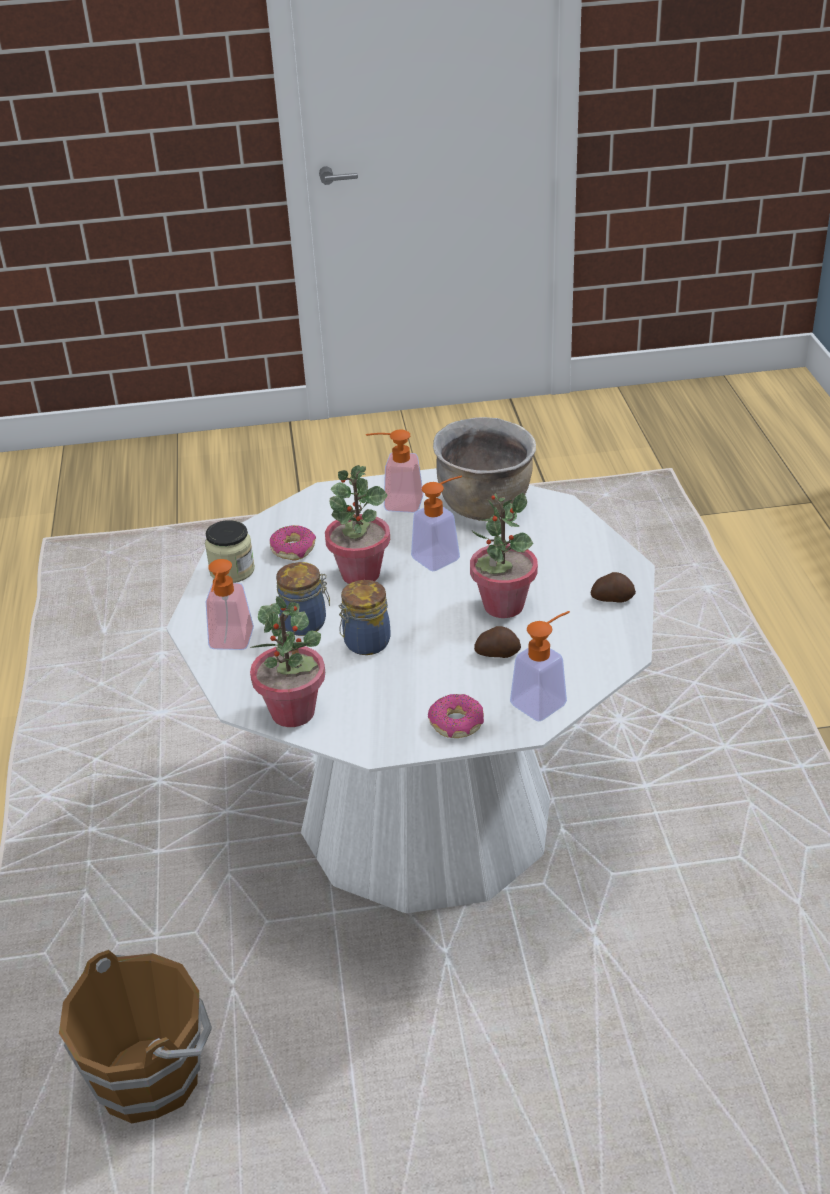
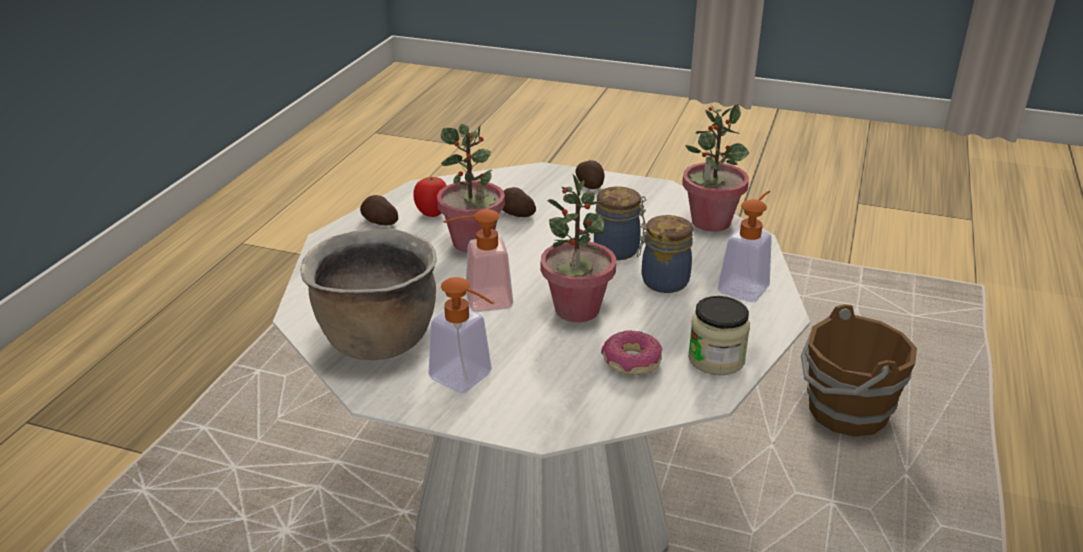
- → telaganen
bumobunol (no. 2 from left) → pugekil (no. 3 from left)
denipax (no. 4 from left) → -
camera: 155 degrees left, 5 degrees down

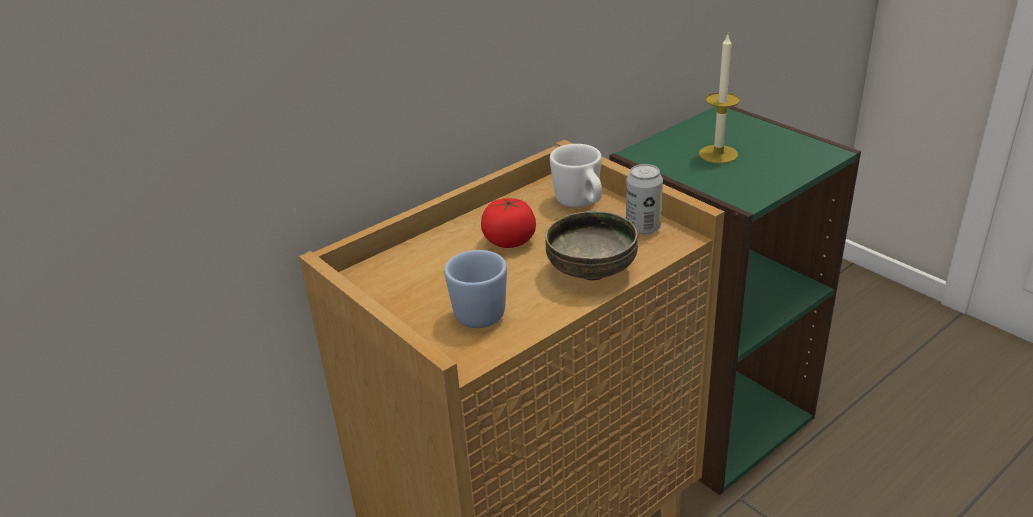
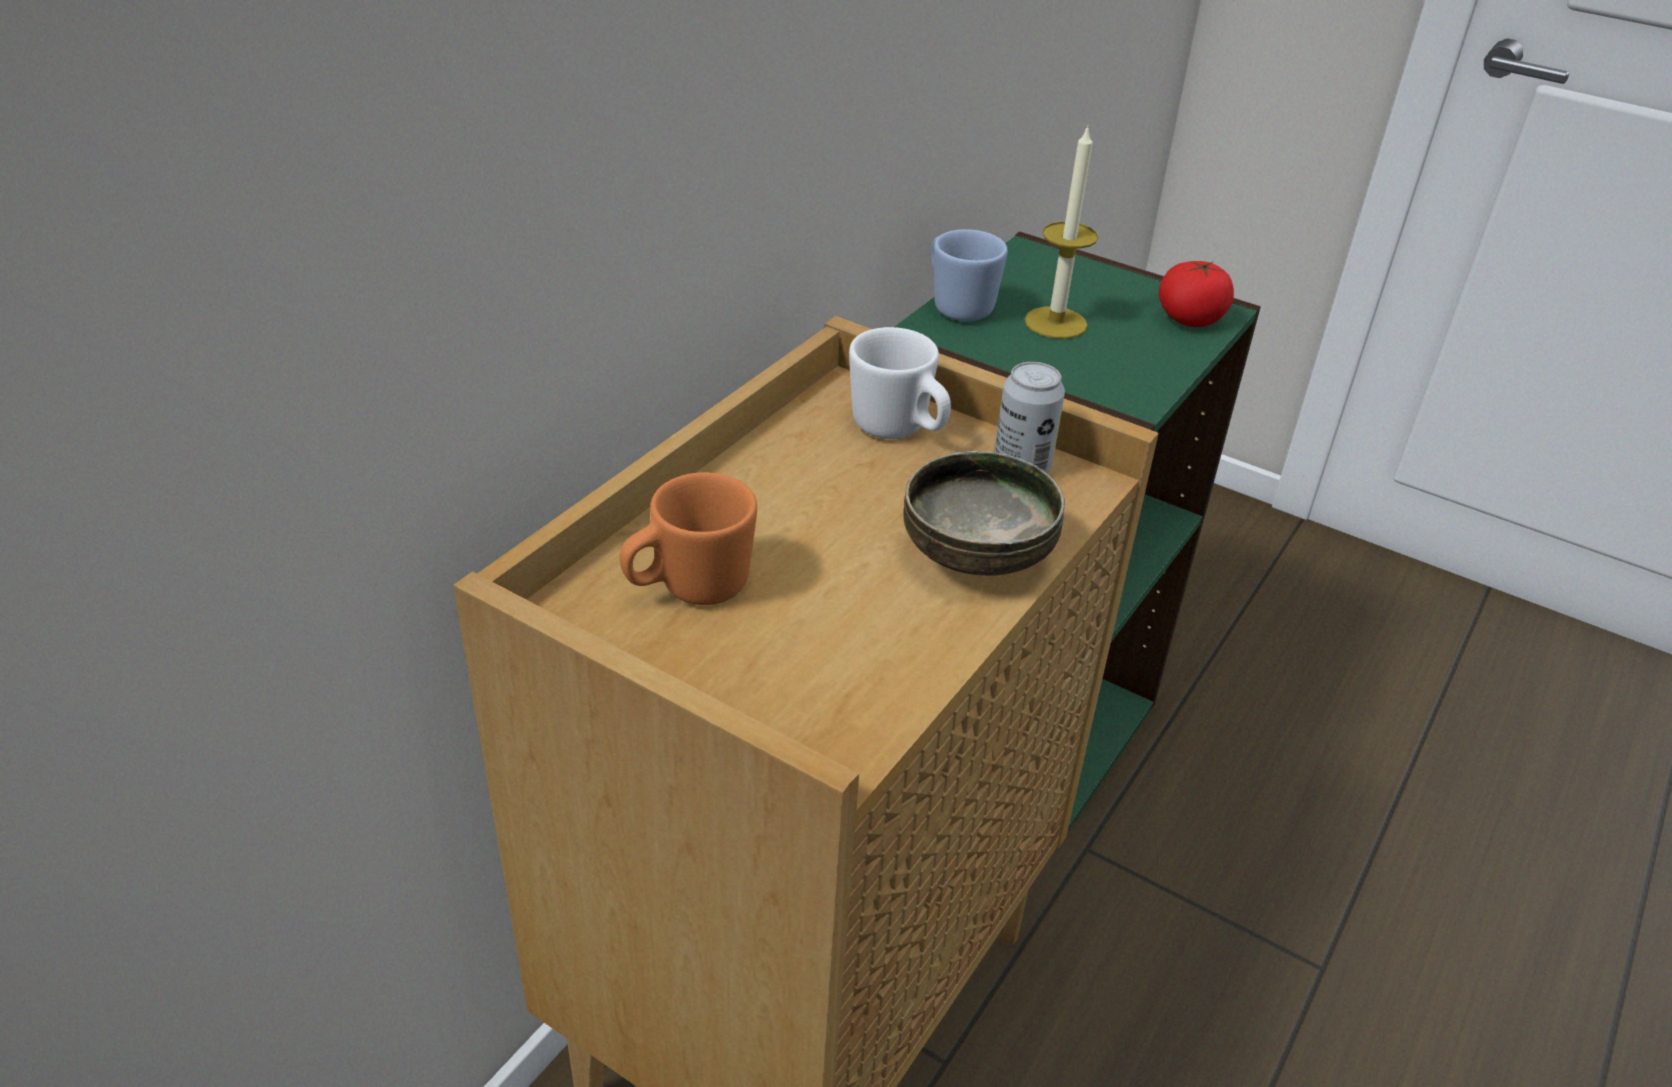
- → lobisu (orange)
lobisu (blue), relocated
telaganen, relocated
camera: 20 degrees left, 5 degrees up

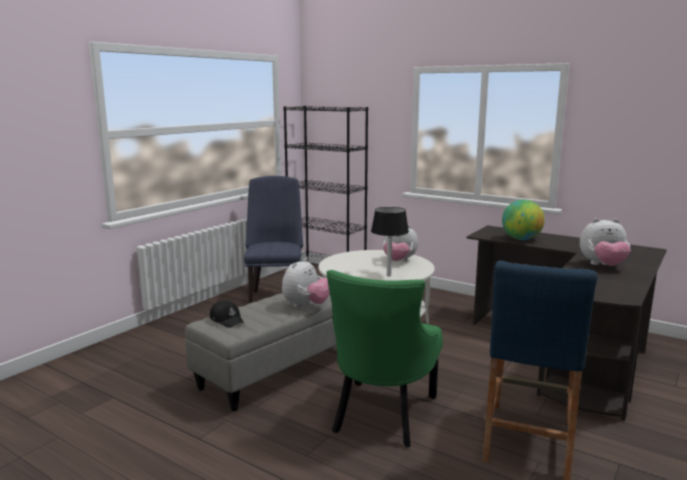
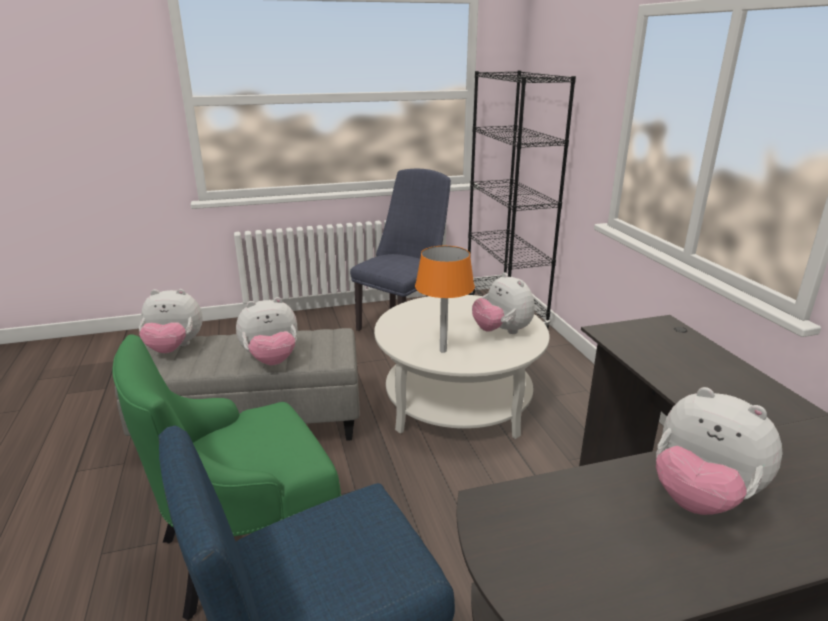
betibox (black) → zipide (no. 1 from left)
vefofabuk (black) → vefofabuk (orange)
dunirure → -
camera: 40 degrees right, 10 degrees up

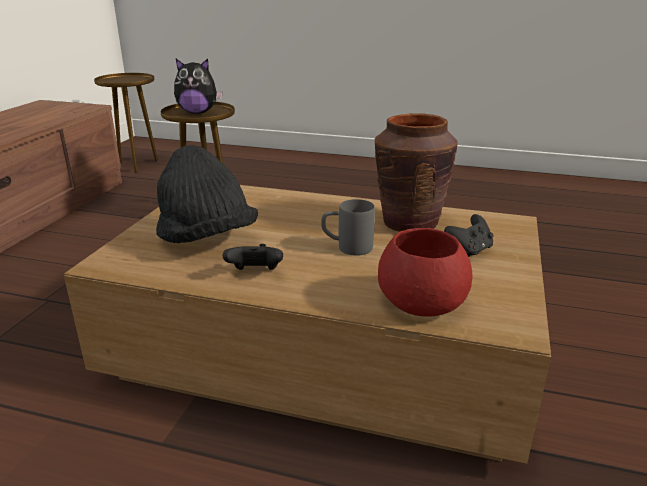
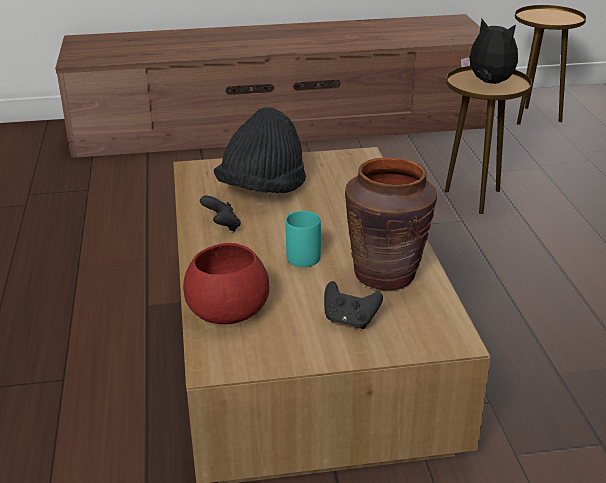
lobisu (grey) → lobisu (turquoise)
zipide, 150 degrees clockwise
camera: 65 degrees right, 5 degrees up

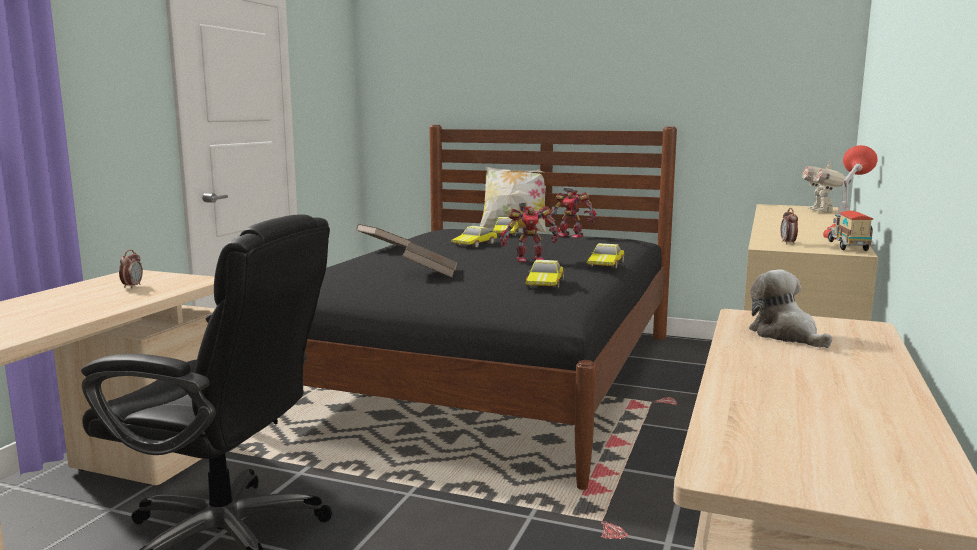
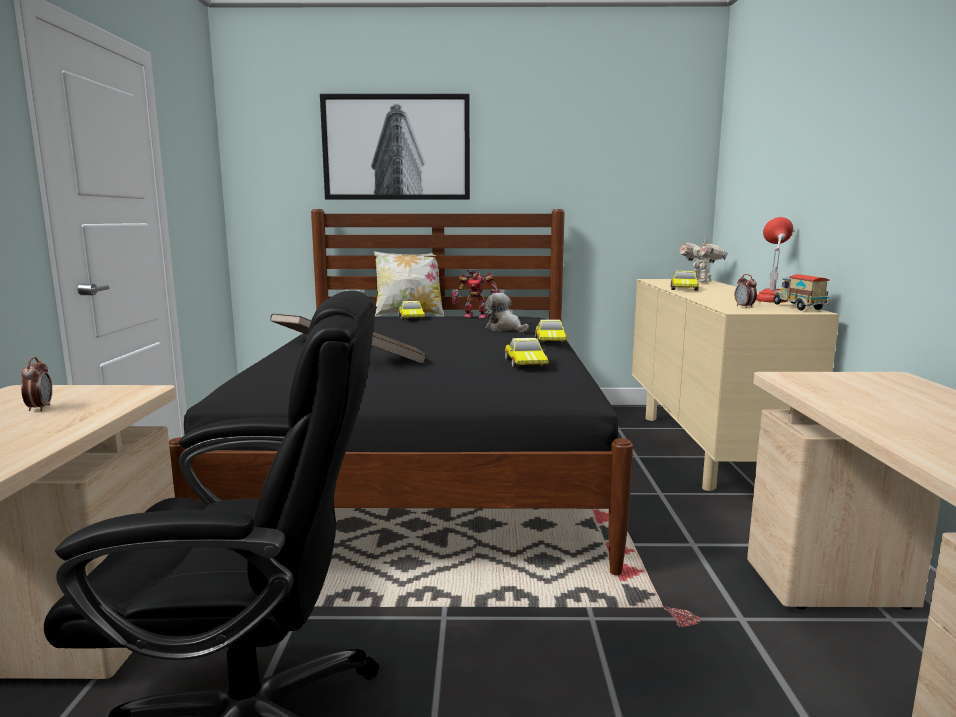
- → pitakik
zipide, relocated
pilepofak (no. 1 from left in the first image) → pilepofak (no. 4 from left), relocated
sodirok (no. 1 from left) → -
camera: 20 degrees left, 0 degrees up

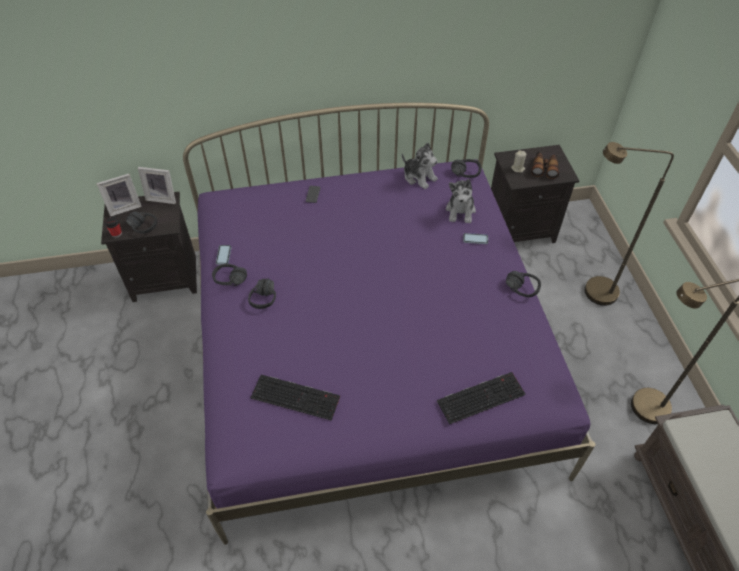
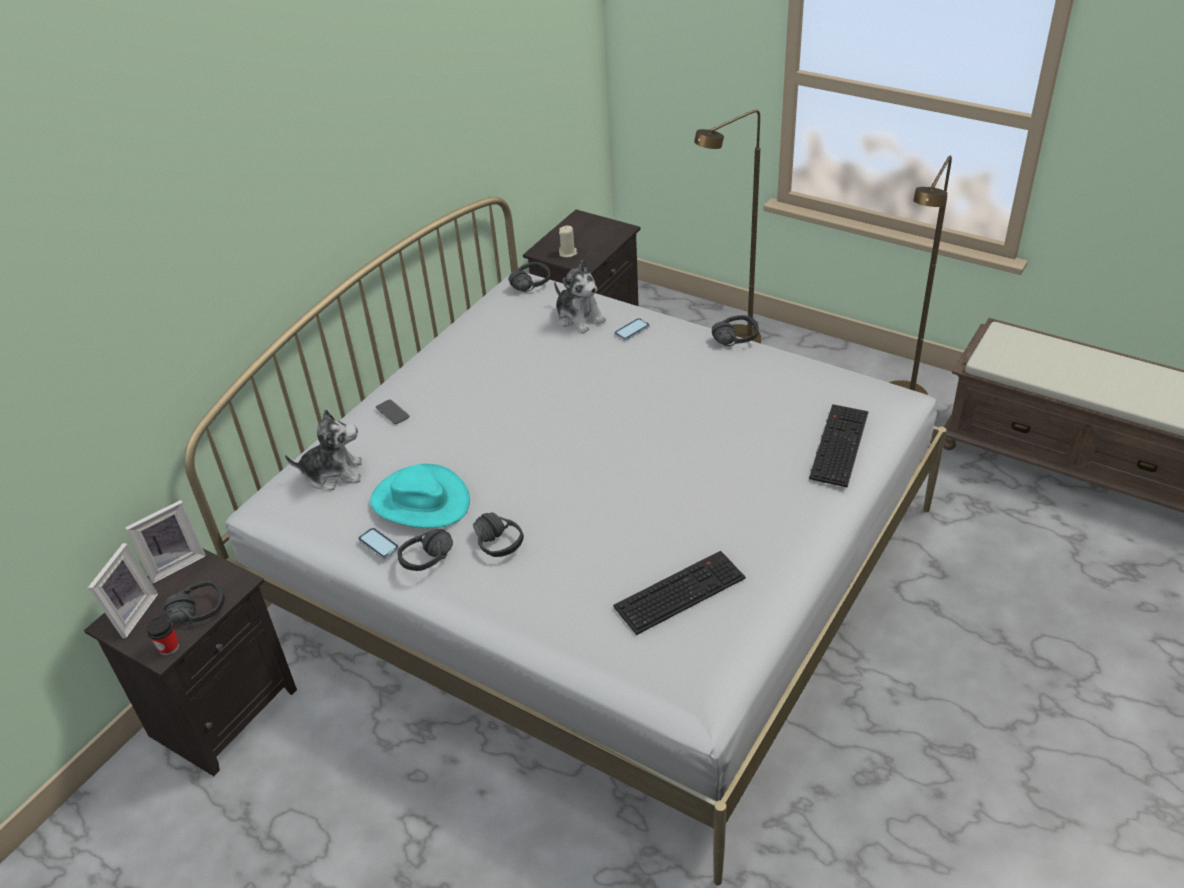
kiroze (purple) → kiroze (white)
zipide (no. 1 from left), relocated
- → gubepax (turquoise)
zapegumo → -
camera: 45 degrees left, 10 degrees down

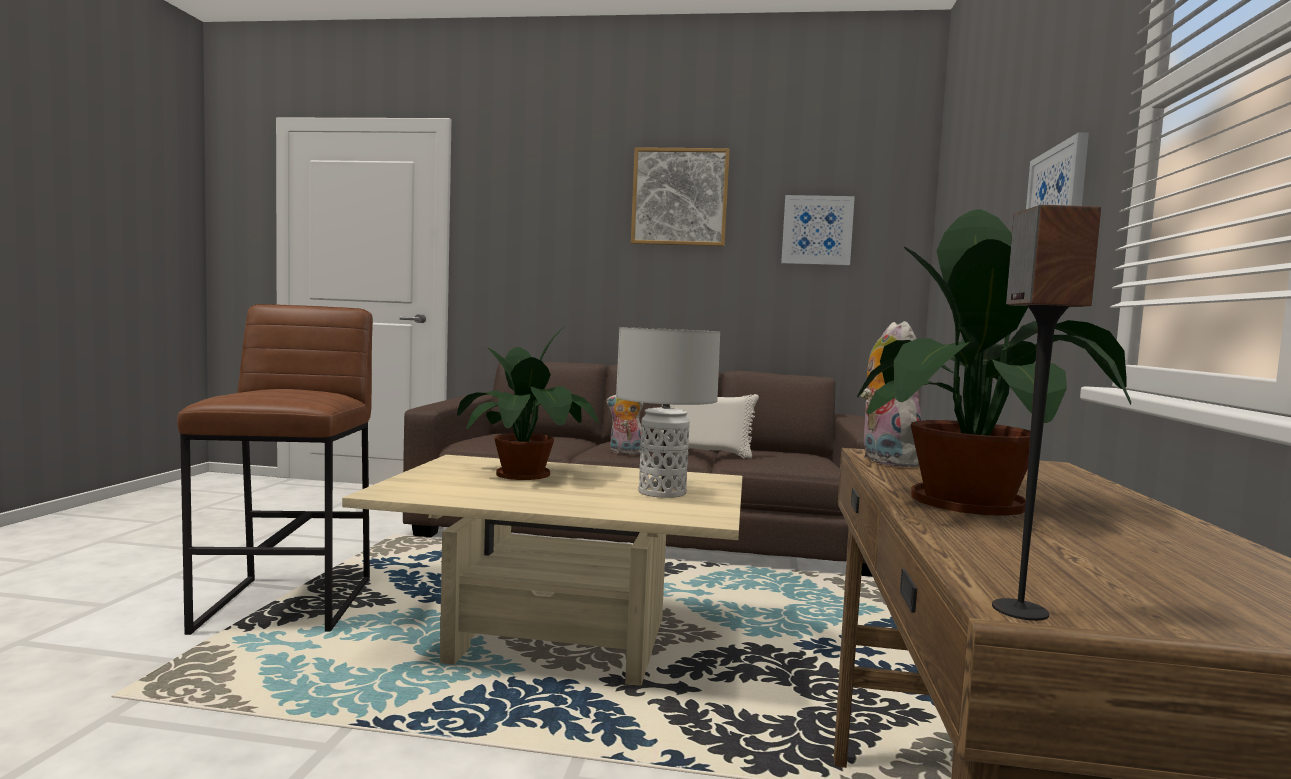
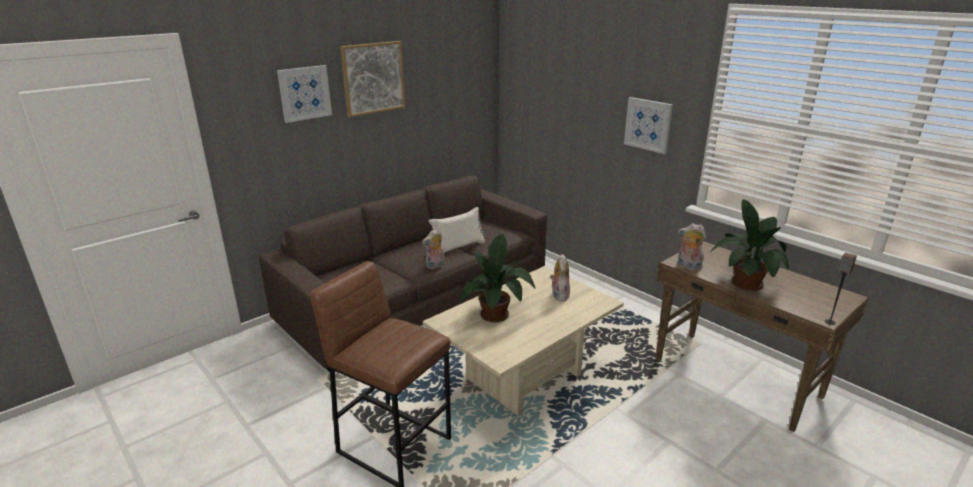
pitakik (no. 2 from left in the first image) → pitakik (no. 1 from left), relocated
vefofabuk (white) → zipide (no. 2 from left)
camera: 50 degrees left, 20 degrees up

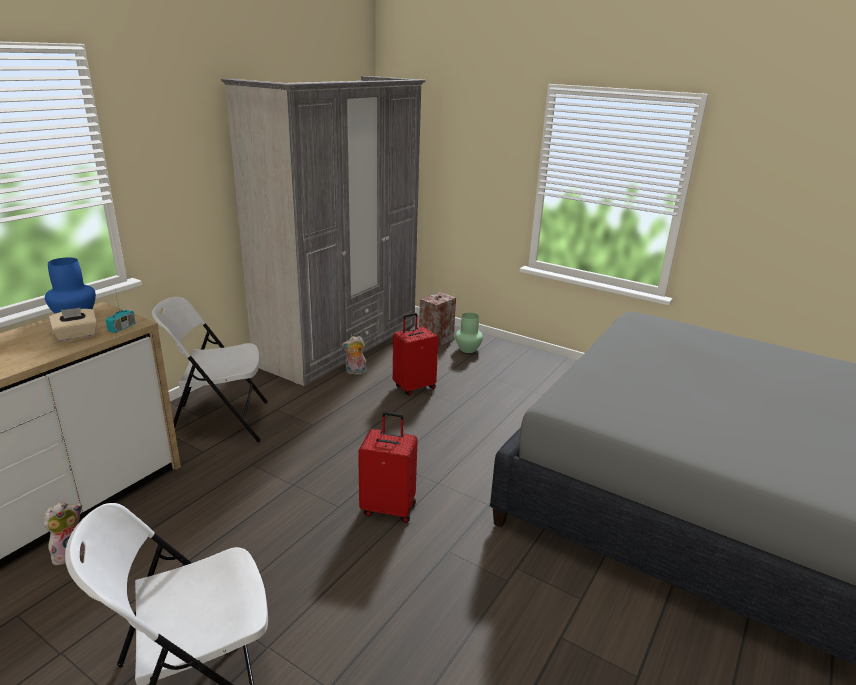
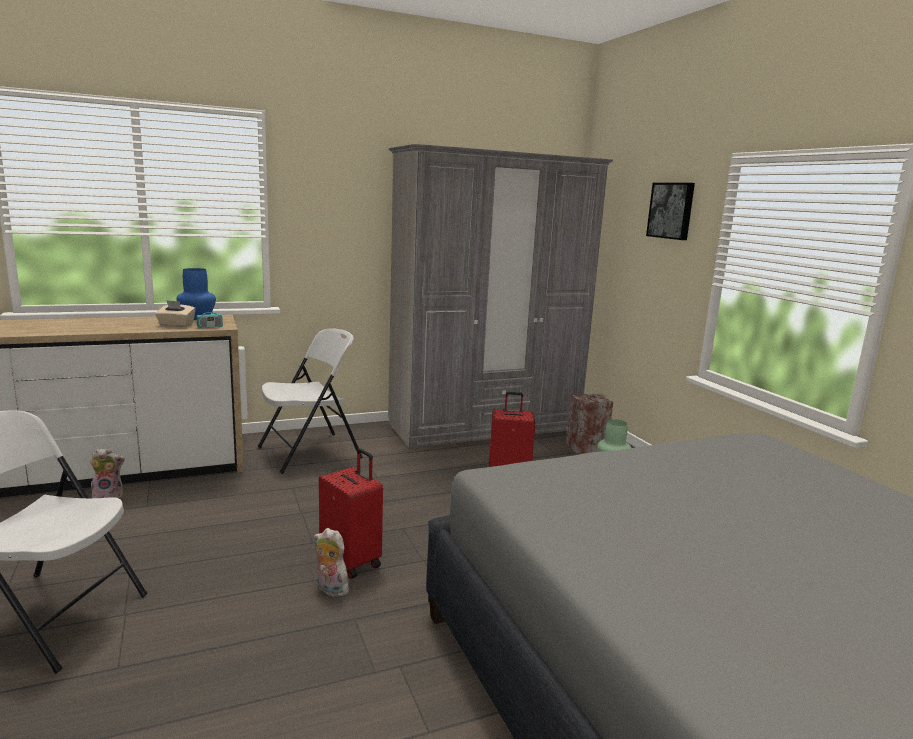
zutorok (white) (no. 2 from left), 120 degrees clockwise
zipide (no. 2 from left), relocated
- → pitakik
camera: 35 degrees right, 10 degrees down

